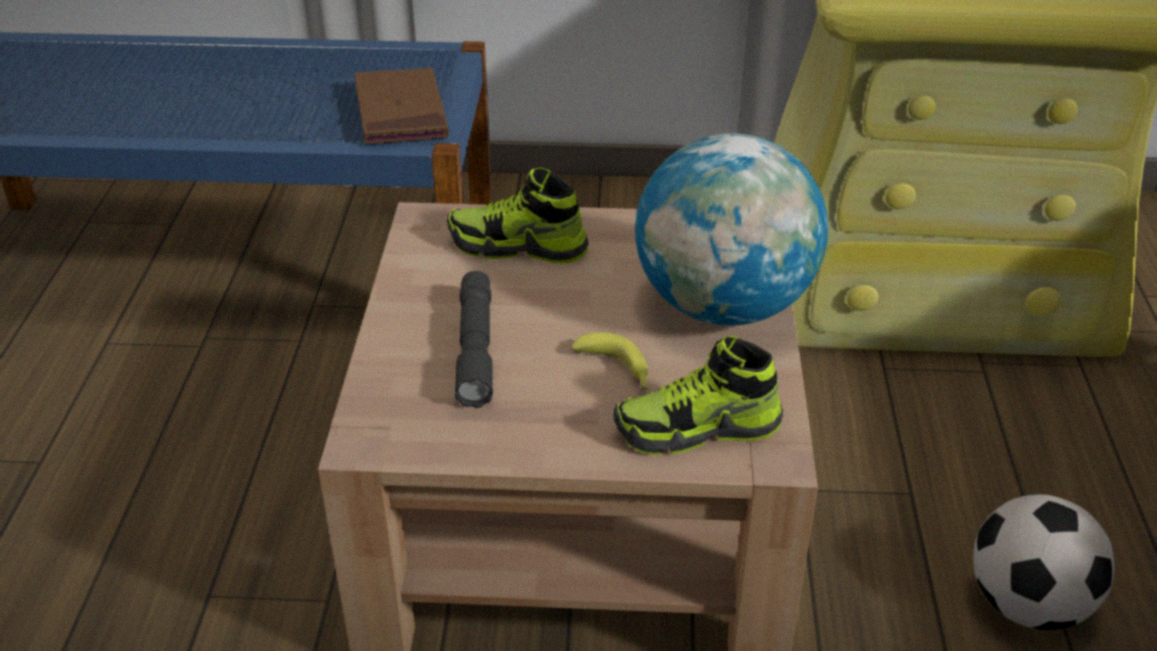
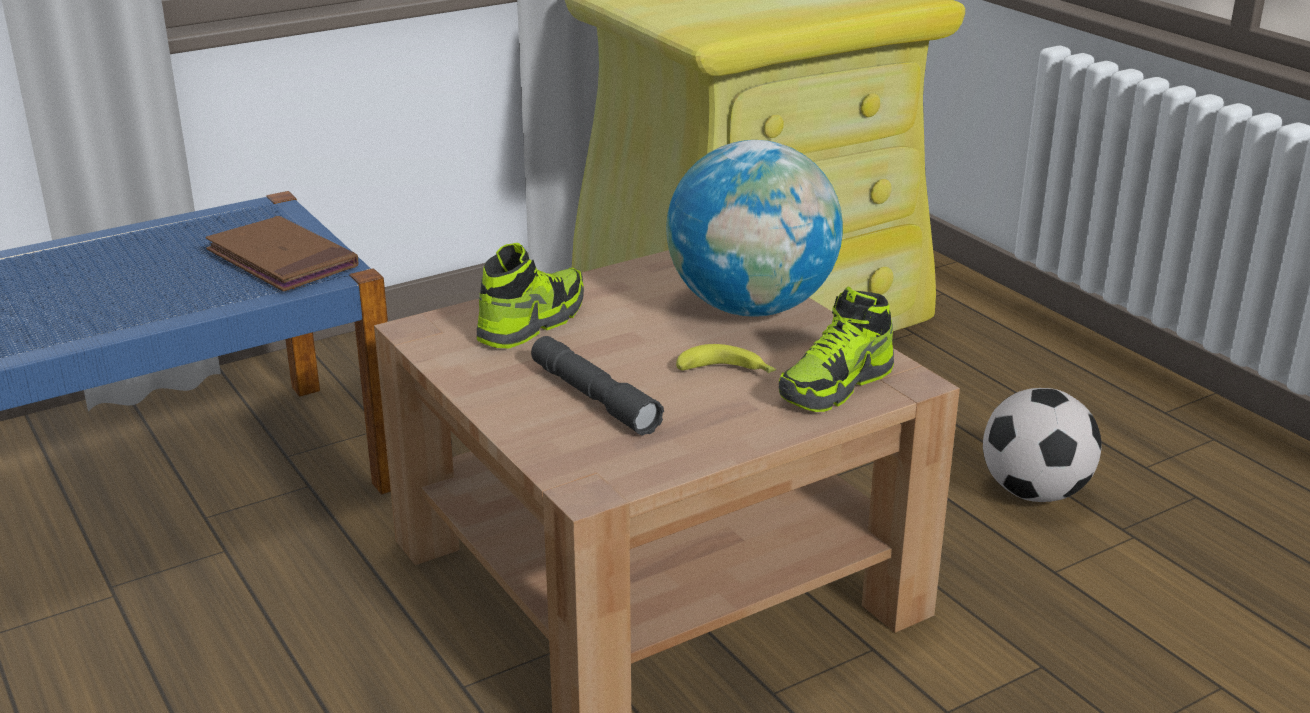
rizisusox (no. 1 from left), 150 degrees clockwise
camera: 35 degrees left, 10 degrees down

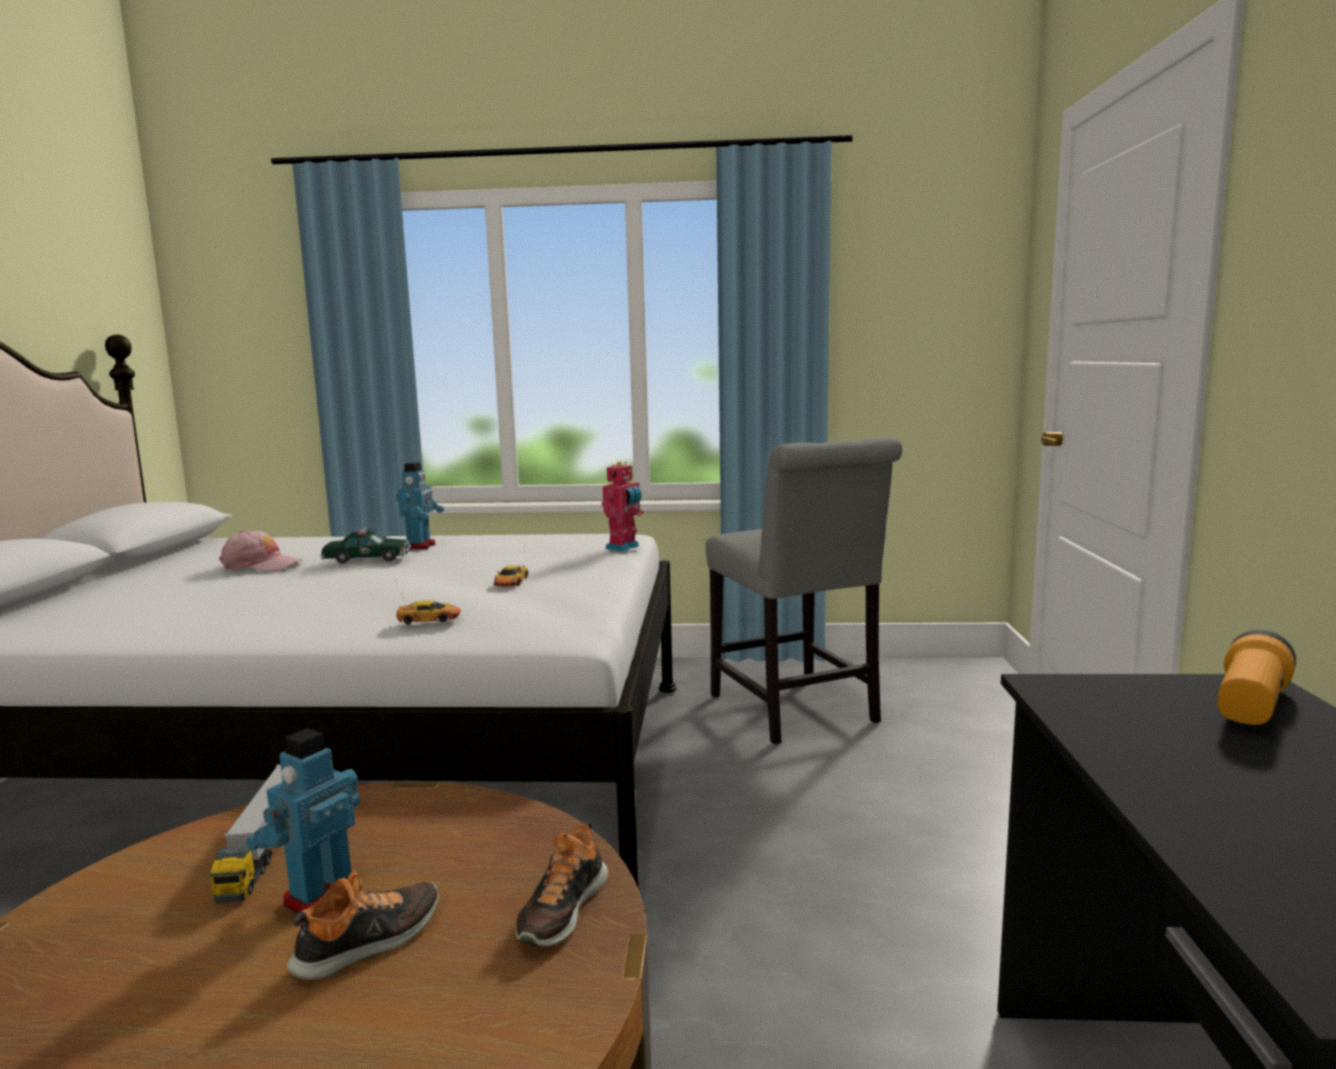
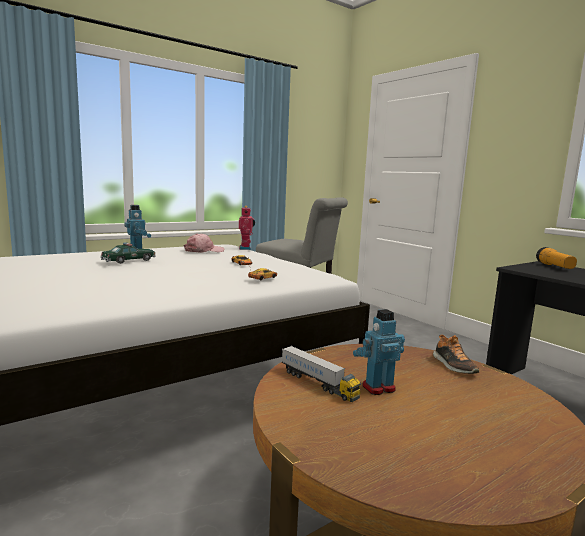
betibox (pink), relocated
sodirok (no. 1 from left in the first image) → sodirok (no. 3 from left), 75 degrees clockwise
rizisusox (no. 1 from left) → -
camera: 40 degrees left, 0 degrees up

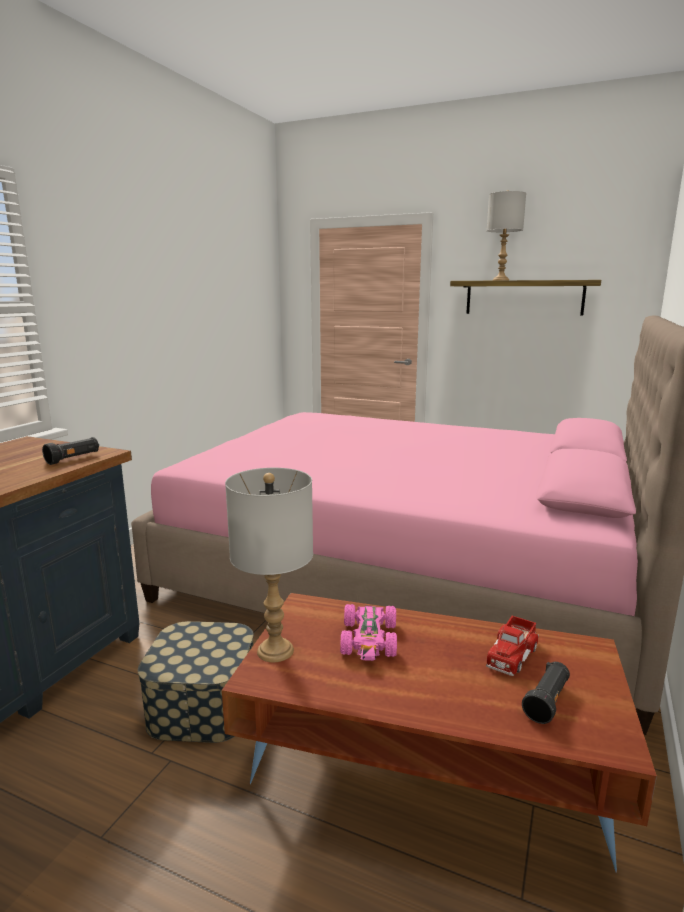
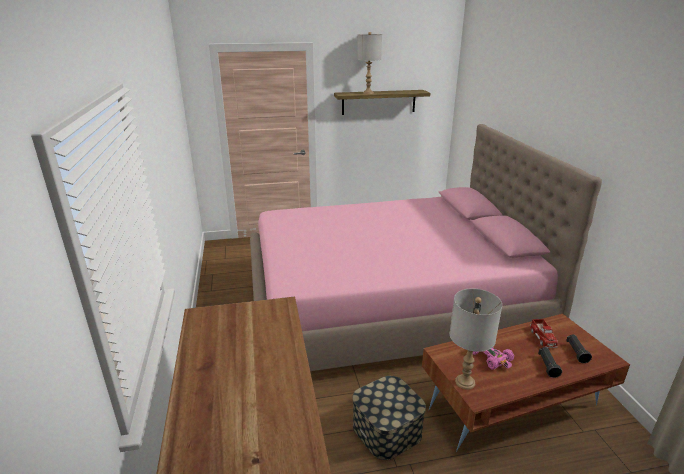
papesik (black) (no. 1 from left), relocated
camera: 35 degrees left, 10 degrees up

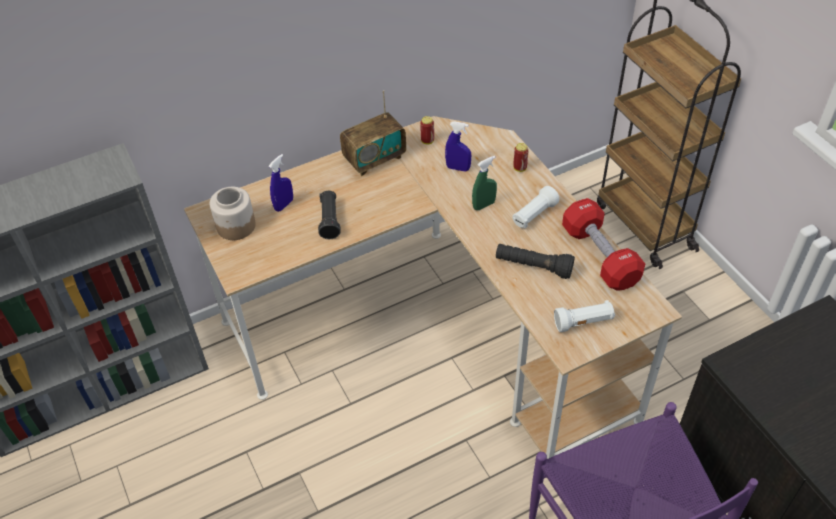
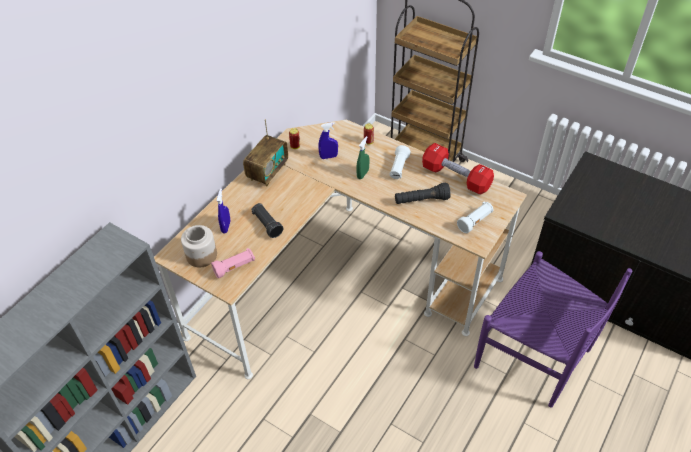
- → papesik (pink)
camera: 30 degrees left, 0 degrees up

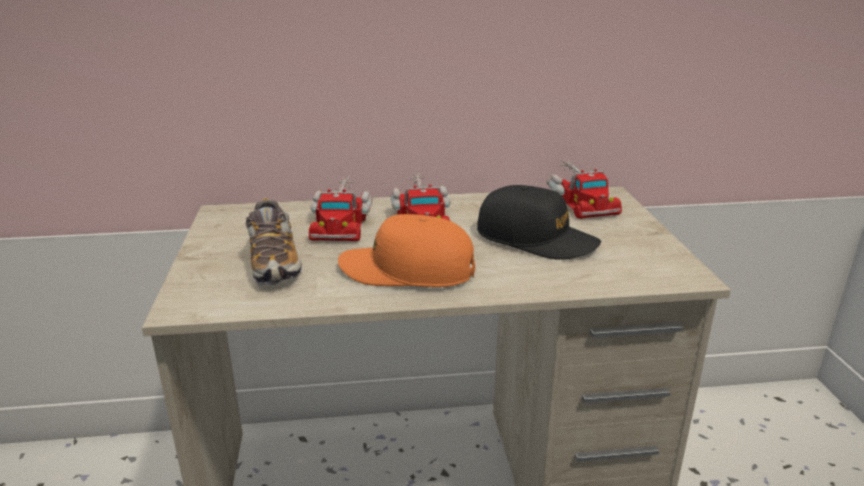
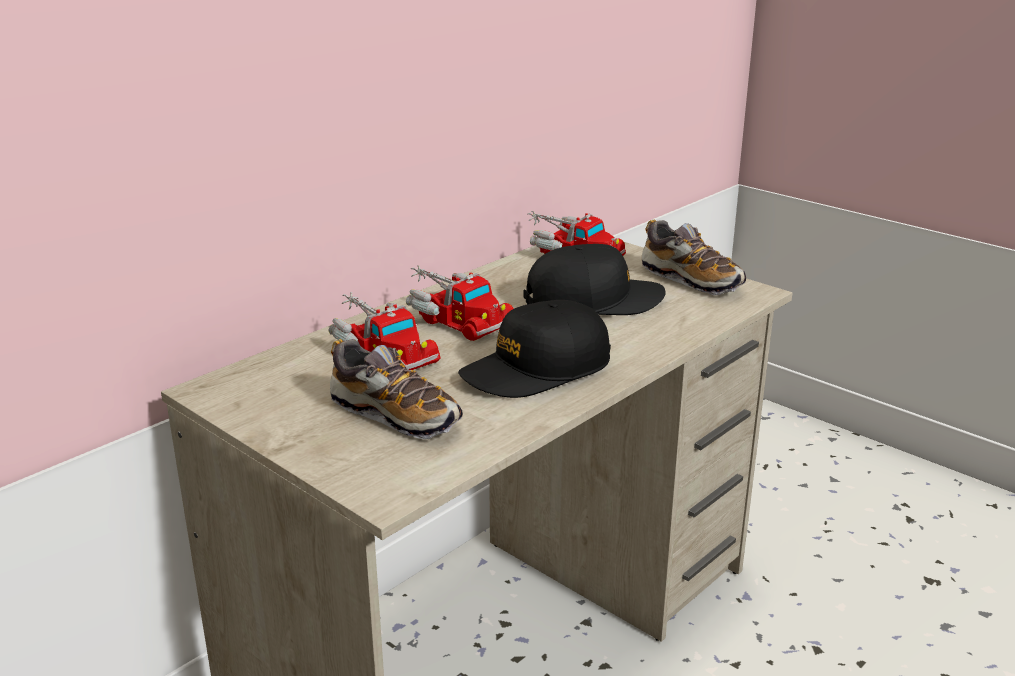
betibox (orange) → betibox (black) (no. 1 from left)
- → rizisusox (no. 2 from left)
camera: 40 degrees left, 0 degrees up

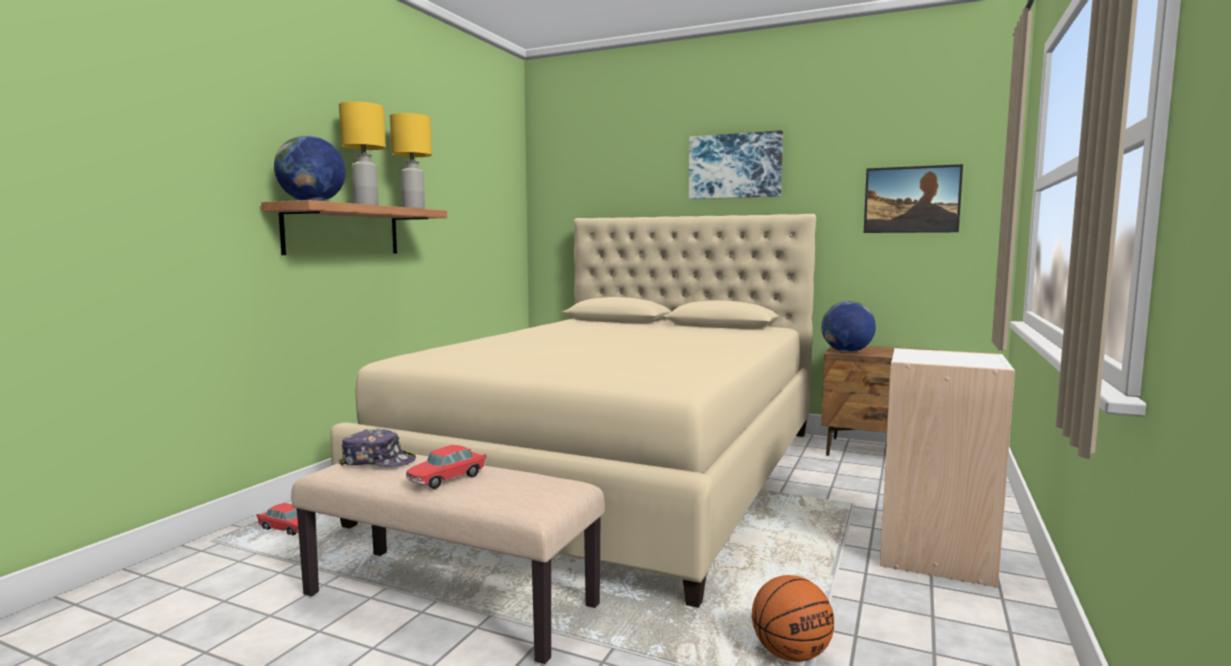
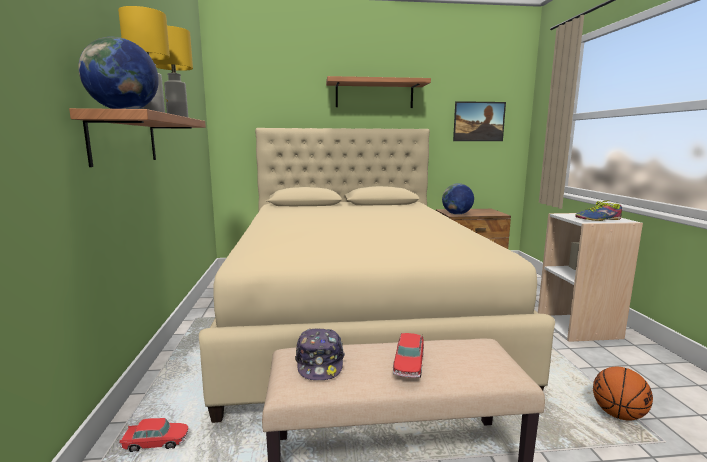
betibox, 105 degrees clockwise
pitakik (no. 1 from left) → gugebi (no. 2 from left)
- → rizisusox
camera: 30 degrees left, 5 degrees up

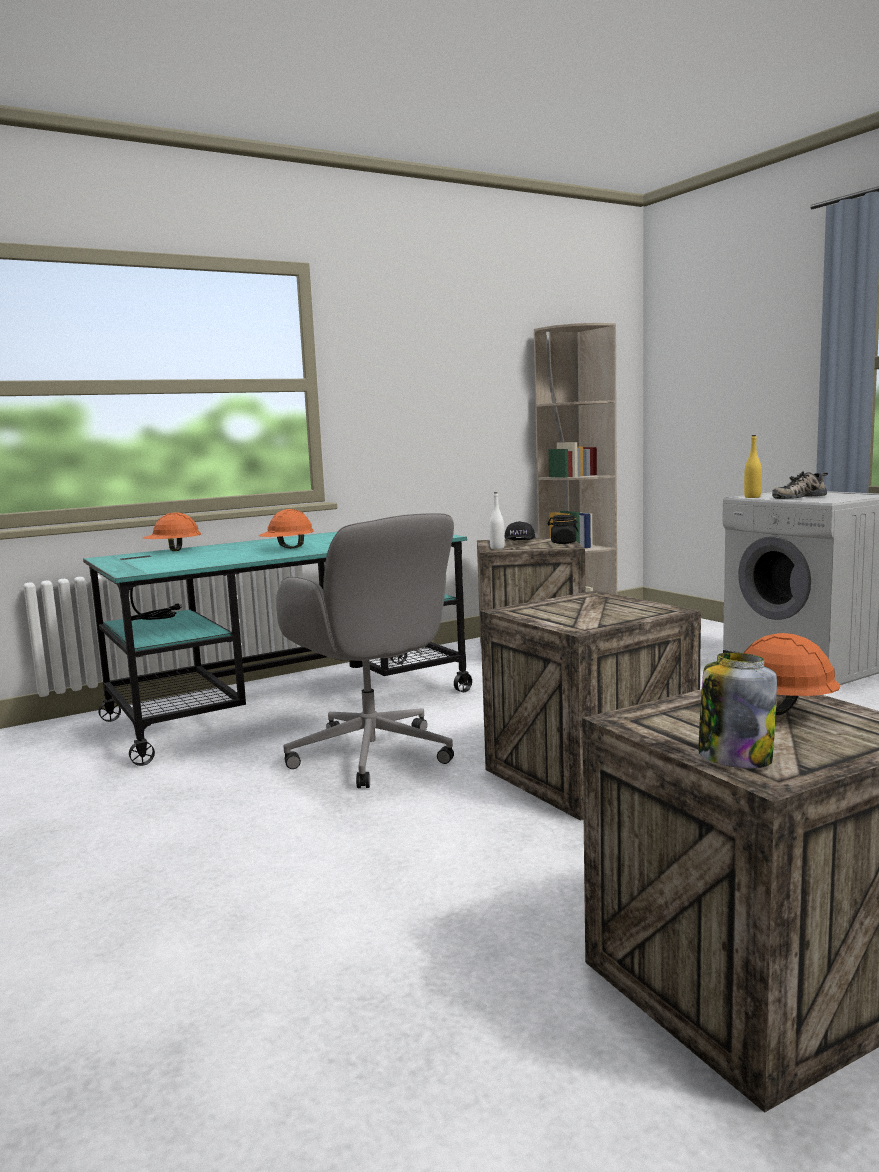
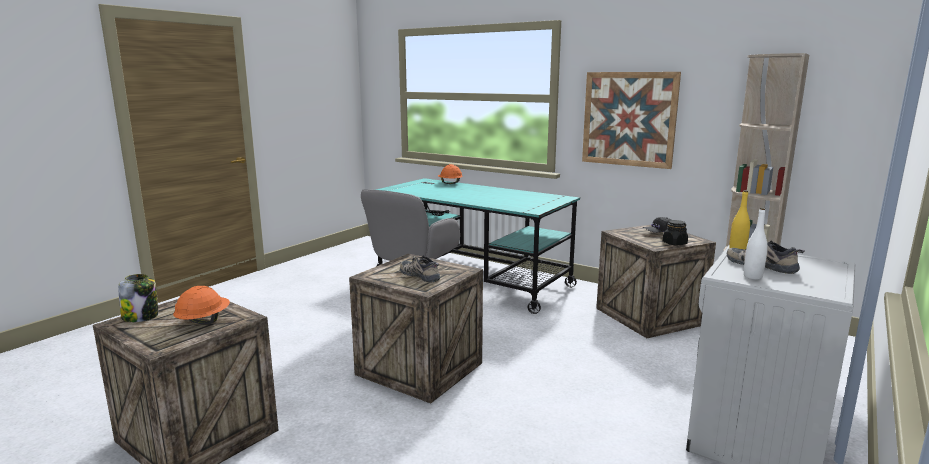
- → rizisusox (no. 1 from left)
- → pitakik
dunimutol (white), relocated
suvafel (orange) (no. 2 from left) → -
camera: 65 degrees right, 5 degrees up

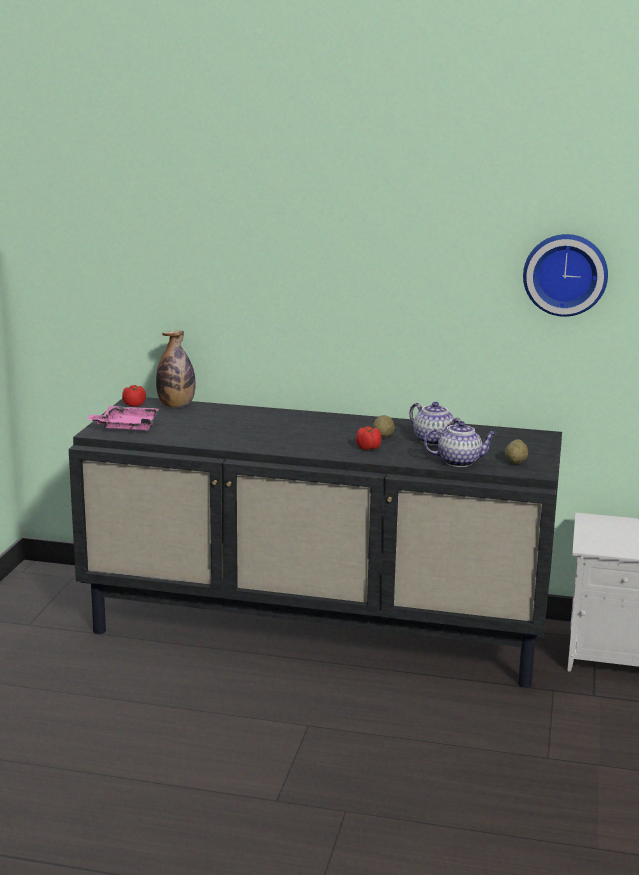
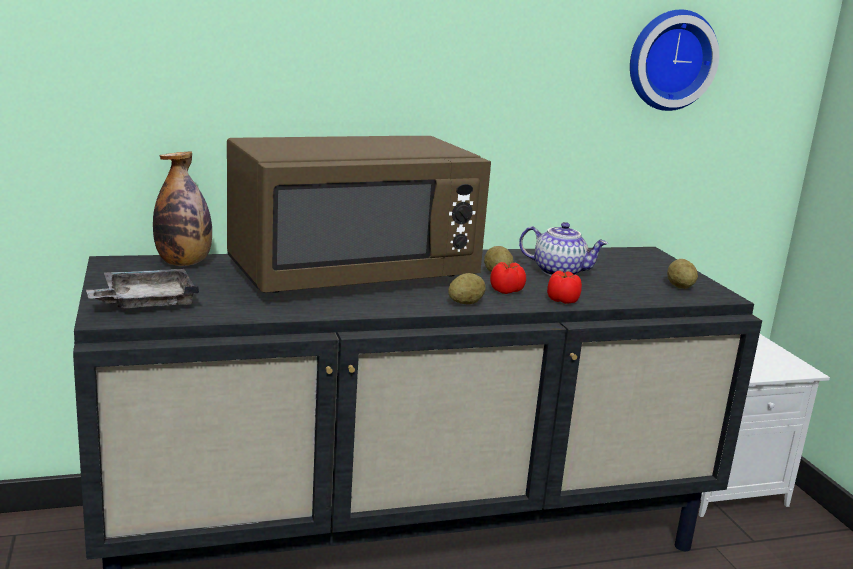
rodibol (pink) → rodibol (grey)
- → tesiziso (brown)
- → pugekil (no. 1 from left)
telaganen (no. 1 from left in the first image) → telaganen (no. 2 from left), relocated
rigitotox (no. 2 from left) → -
camera: 30 degrees left, 0 degrees up

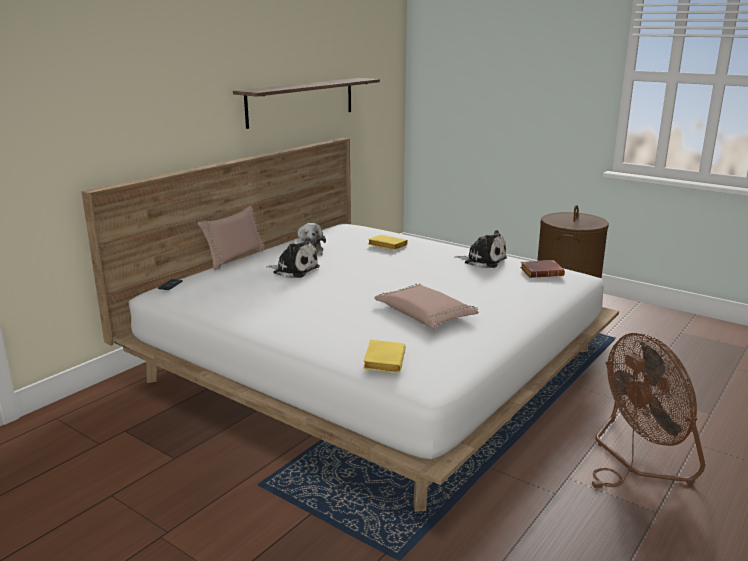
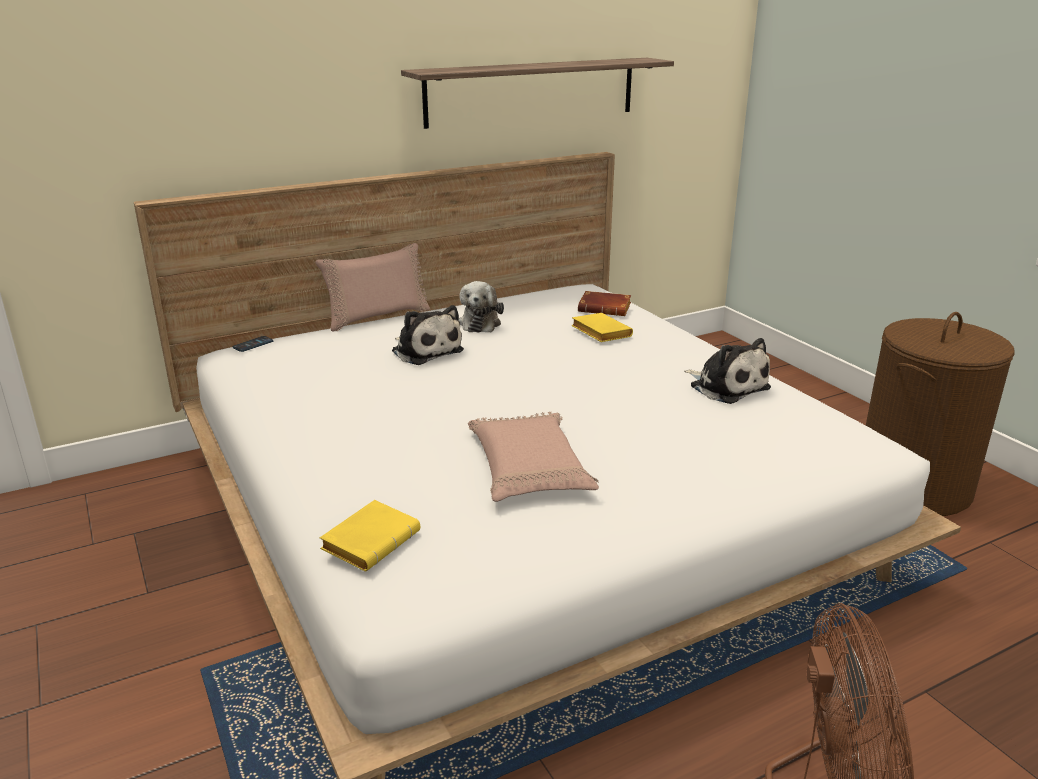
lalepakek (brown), relocated
camera: 25 degrees right, 5 degrees up

